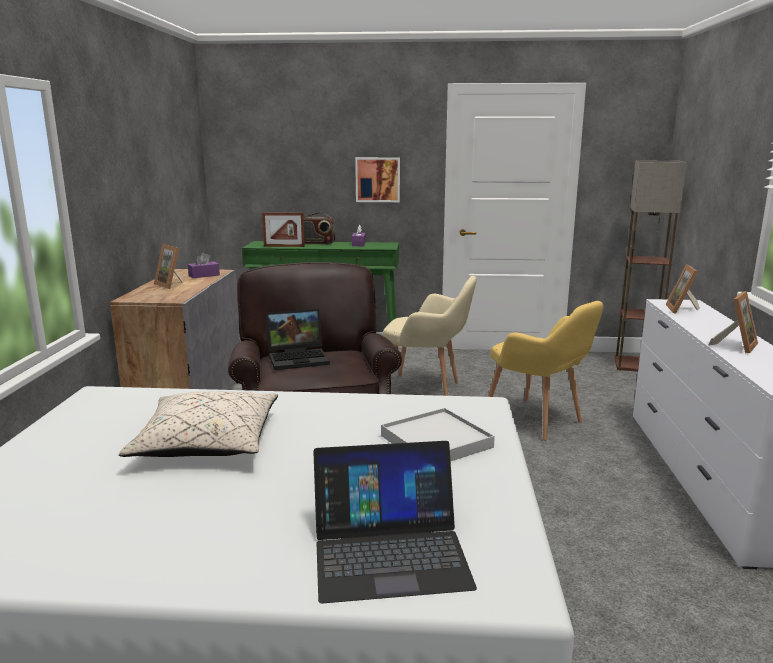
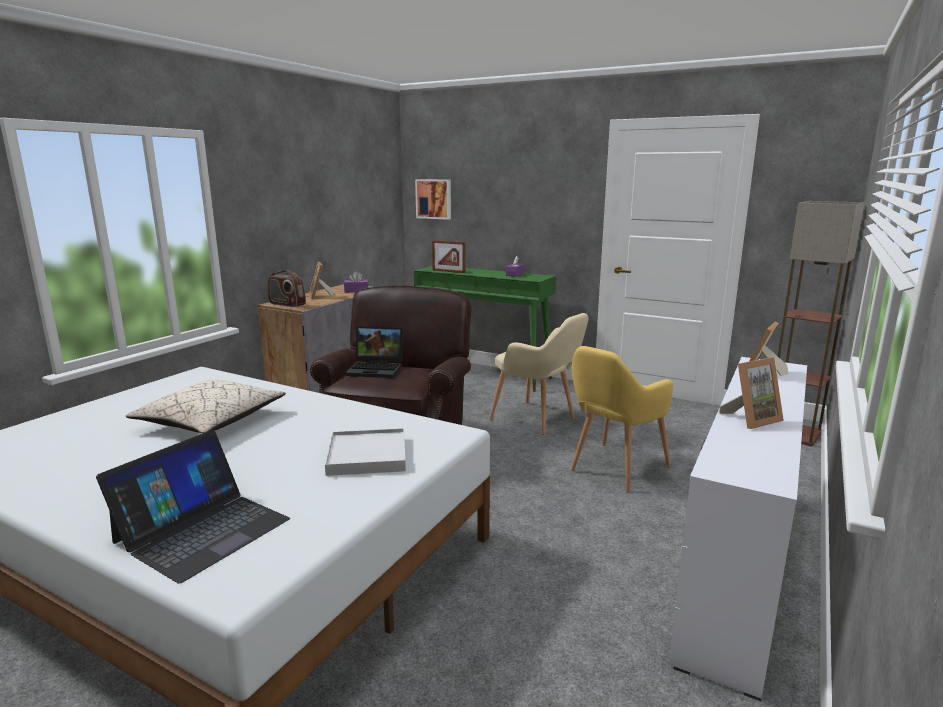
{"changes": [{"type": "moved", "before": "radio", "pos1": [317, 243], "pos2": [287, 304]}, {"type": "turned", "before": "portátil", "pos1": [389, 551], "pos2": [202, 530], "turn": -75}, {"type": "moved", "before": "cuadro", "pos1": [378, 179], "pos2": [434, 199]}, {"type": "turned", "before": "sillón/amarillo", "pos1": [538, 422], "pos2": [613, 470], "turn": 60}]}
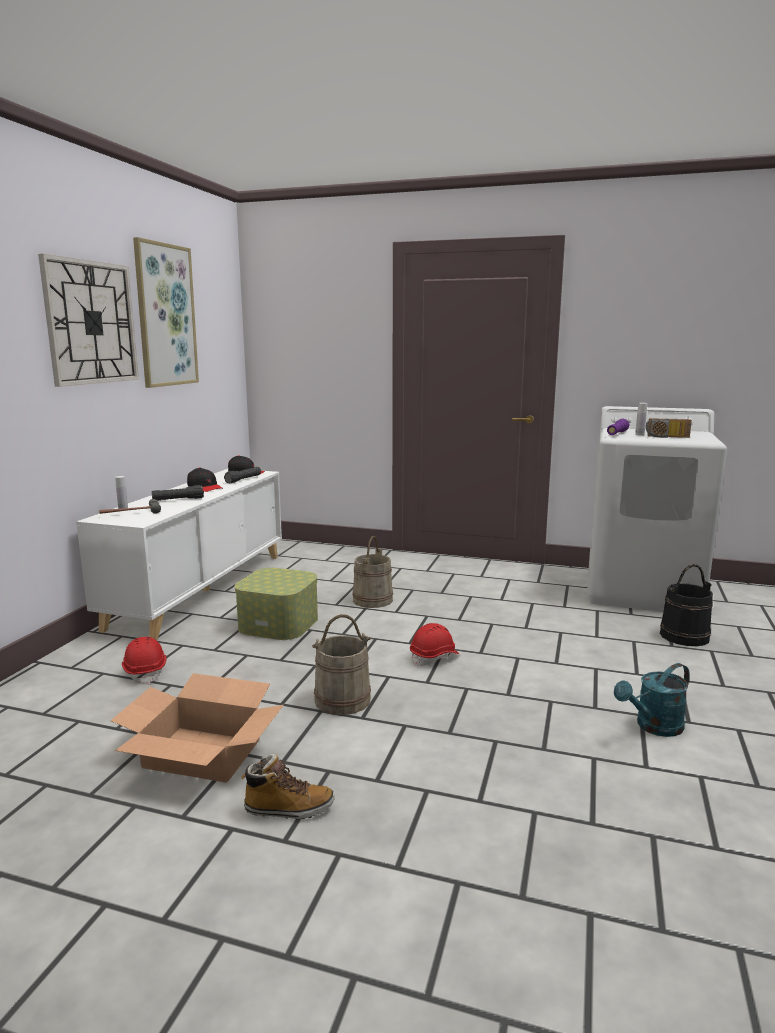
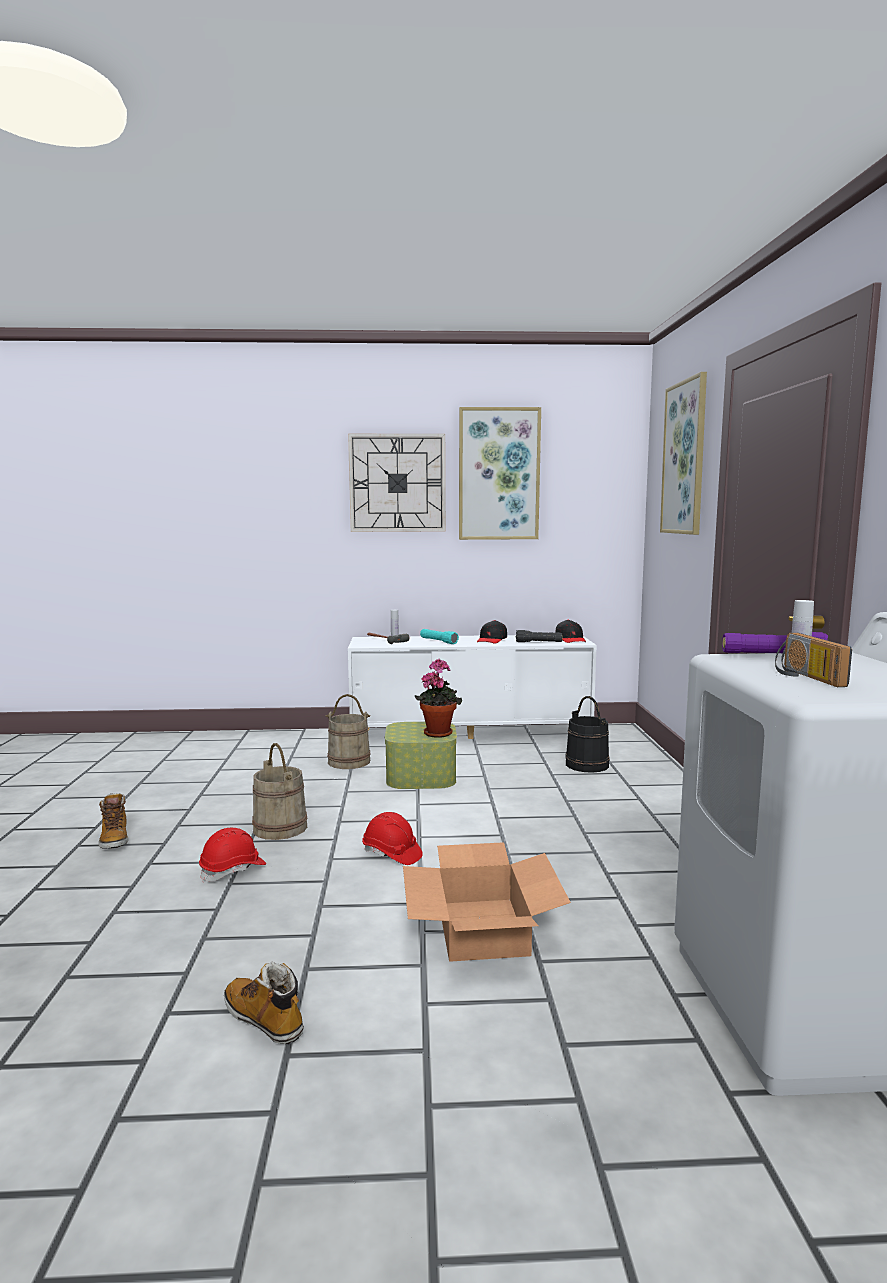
{"changes": [{"type": "moved", "before": "caja de cartón", "pos1": [202, 754], "pos2": [481, 929]}, {"type": "moved", "before": "casco/rojo", "pos1": [146, 671], "pos2": [233, 870]}, {"type": "recoloured", "before": "linterna/negro", "after": "linterna/turquesa", "pos1": [178, 500], "pos2": [438, 641]}, {"type": "moved", "before": "cubo/beis", "pos1": [372, 600], "pos2": [349, 761]}, {"type": "replaced", "before": "regadera/turquesa", "after": "bota", "pos1": [653, 727], "pos2": [264, 1019]}, {"type": "moved", "before": "cubo/negro", "pos1": [684, 636], "pos2": [587, 764]}, {"type": "added", "after": "planta en maceta", "pos2": [438, 732]}, {"type": "added", "after": "cuadro", "pos2": [685, 458]}]}
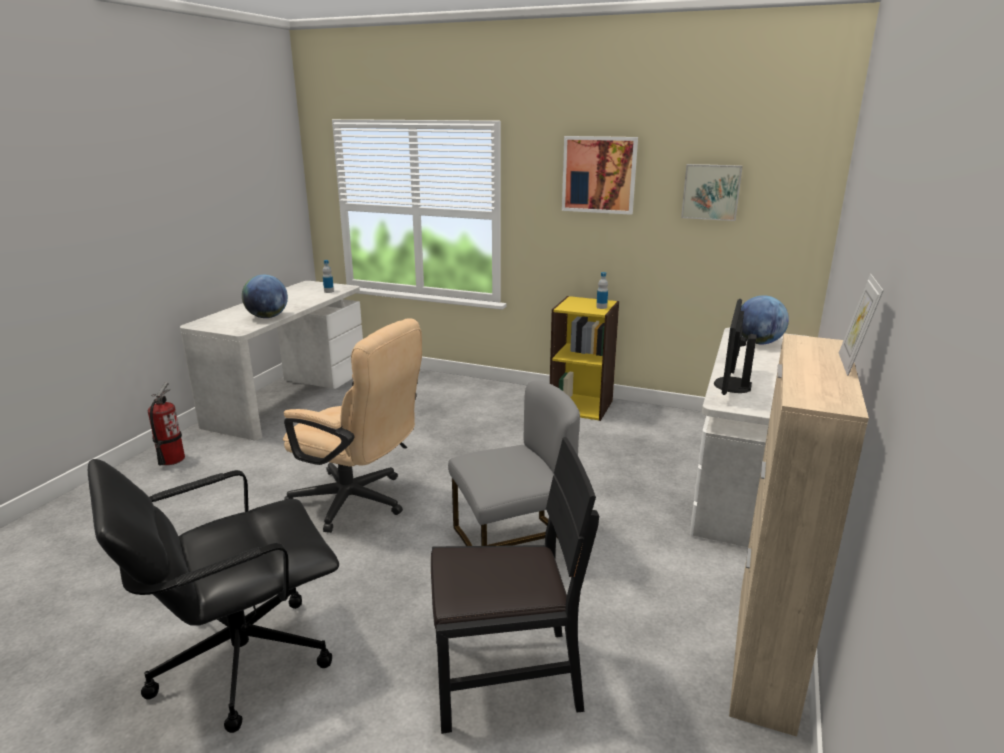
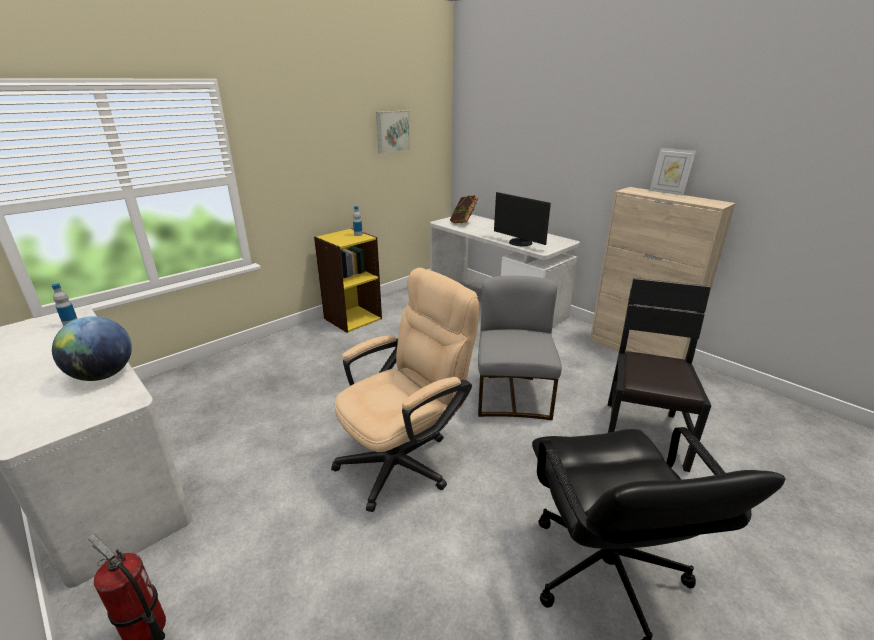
{"changes": [{"type": "removed", "before": "cuadro", "pos1": [599, 174]}, {"type": "replaced", "before": "globo terráqueo", "after": "libro", "pos1": [758, 343], "pos2": [463, 223]}]}
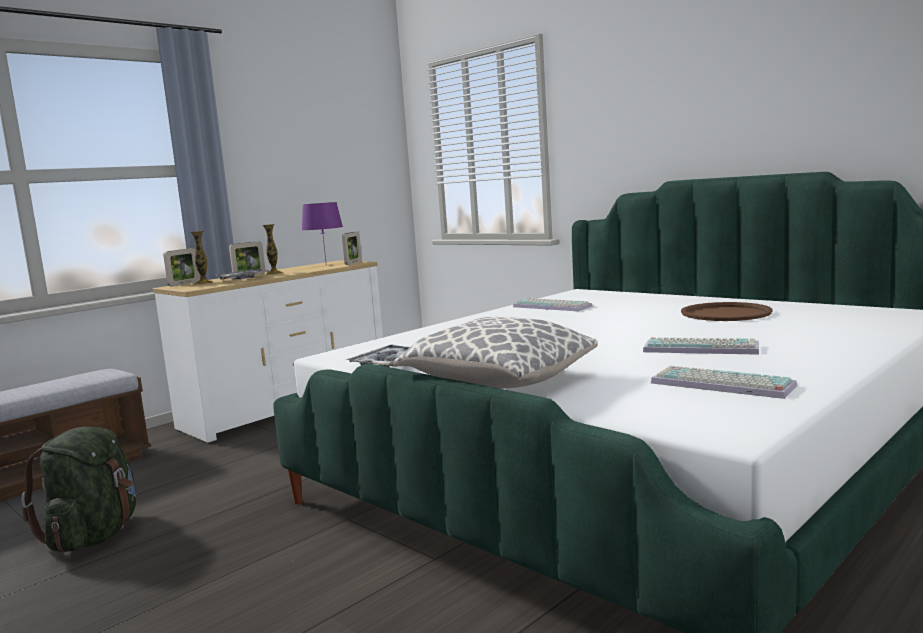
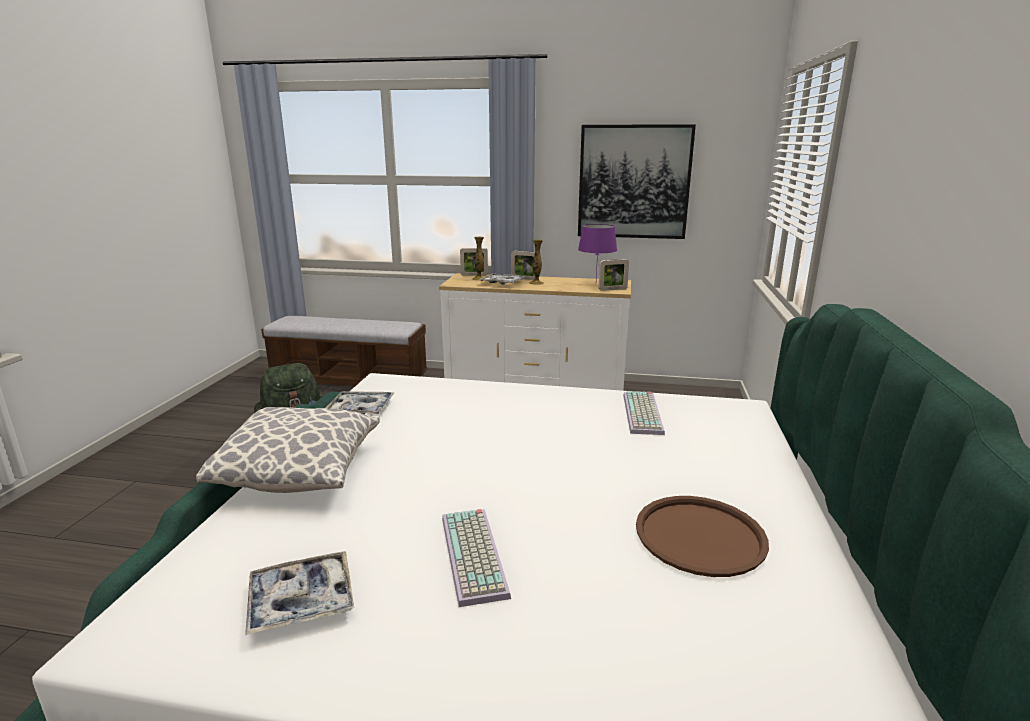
{"changes": [{"type": "replaced", "before": "teclado", "after": "bandeja", "pos1": [719, 385], "pos2": [301, 601]}, {"type": "added", "after": "cuadro", "pos2": [634, 182]}]}
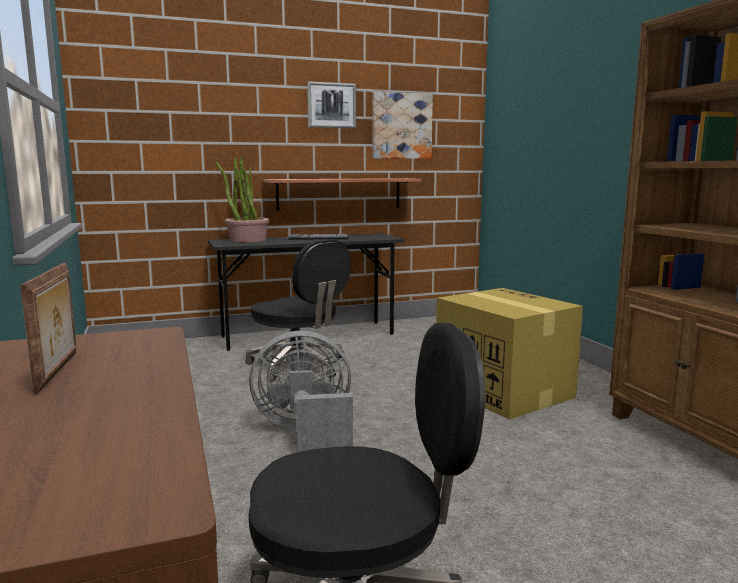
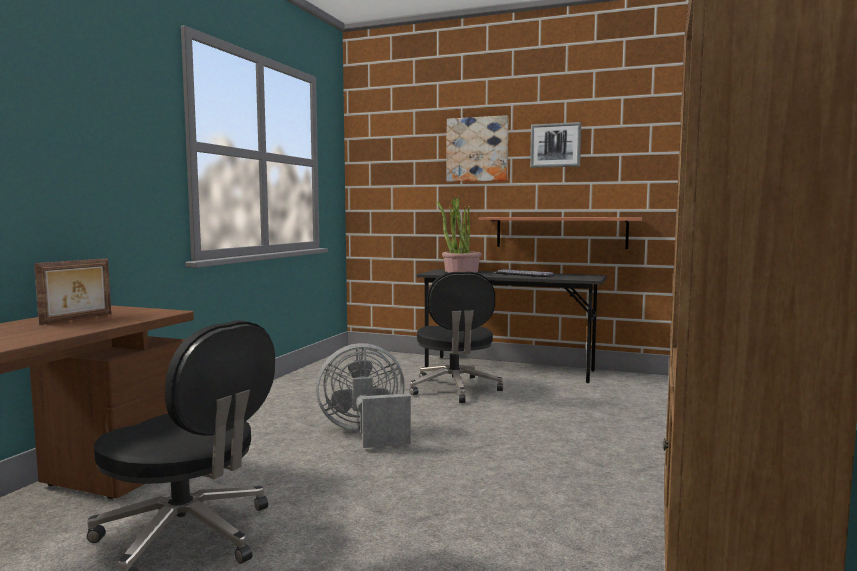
{"changes": [{"type": "turned", "before": "ventilador/gris", "pos1": [306, 432], "pos2": [366, 433], "turn": -45}, {"type": "moved", "before": "cuadro", "pos1": [401, 126], "pos2": [477, 149]}, {"type": "removed", "before": "caja de cartón", "pos1": [501, 390]}]}
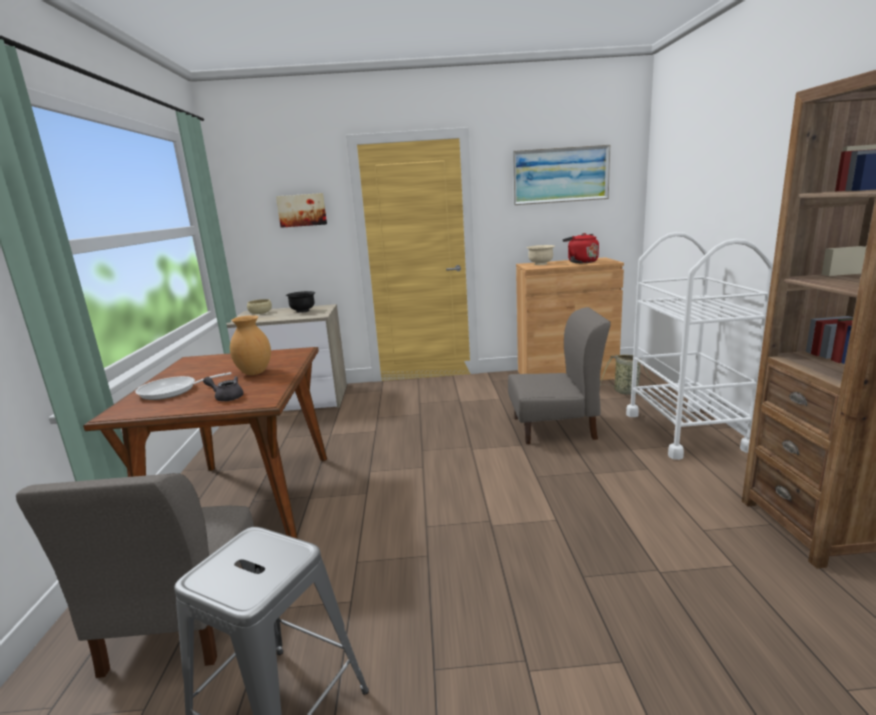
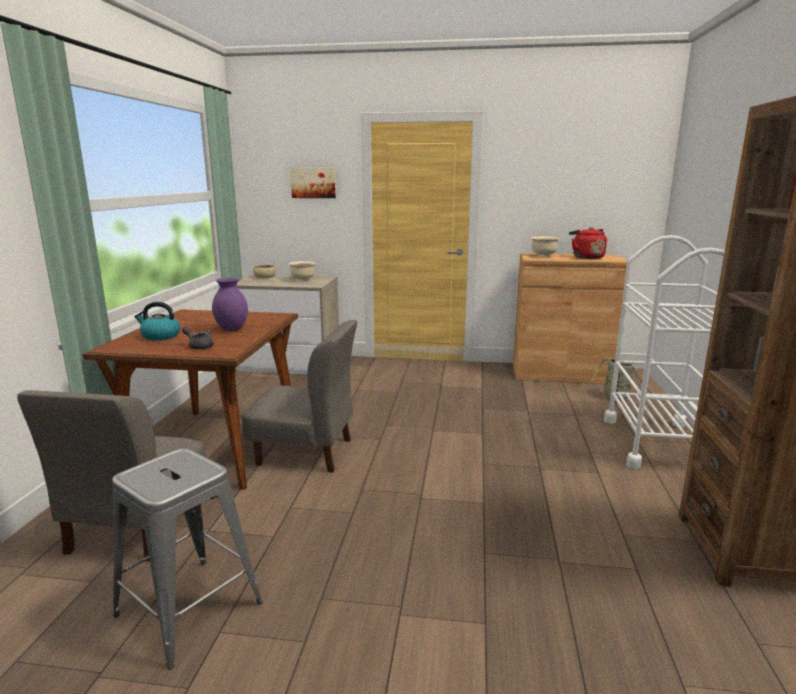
{"changes": [{"type": "replaced", "before": "sartén", "after": "hervidor", "pos1": [173, 391], "pos2": [160, 336]}, {"type": "recoloured", "before": "florero/marrón", "after": "florero/morado", "pos1": [254, 373], "pos2": [231, 329]}, {"type": "recoloured", "before": "cuenco/negro", "after": "cuenco/beis", "pos1": [303, 311], "pos2": [303, 280]}, {"type": "moved", "before": "silla/gris", "pos1": [554, 428], "pos2": [306, 452]}, {"type": "removed", "before": "cuadro", "pos1": [560, 175]}]}
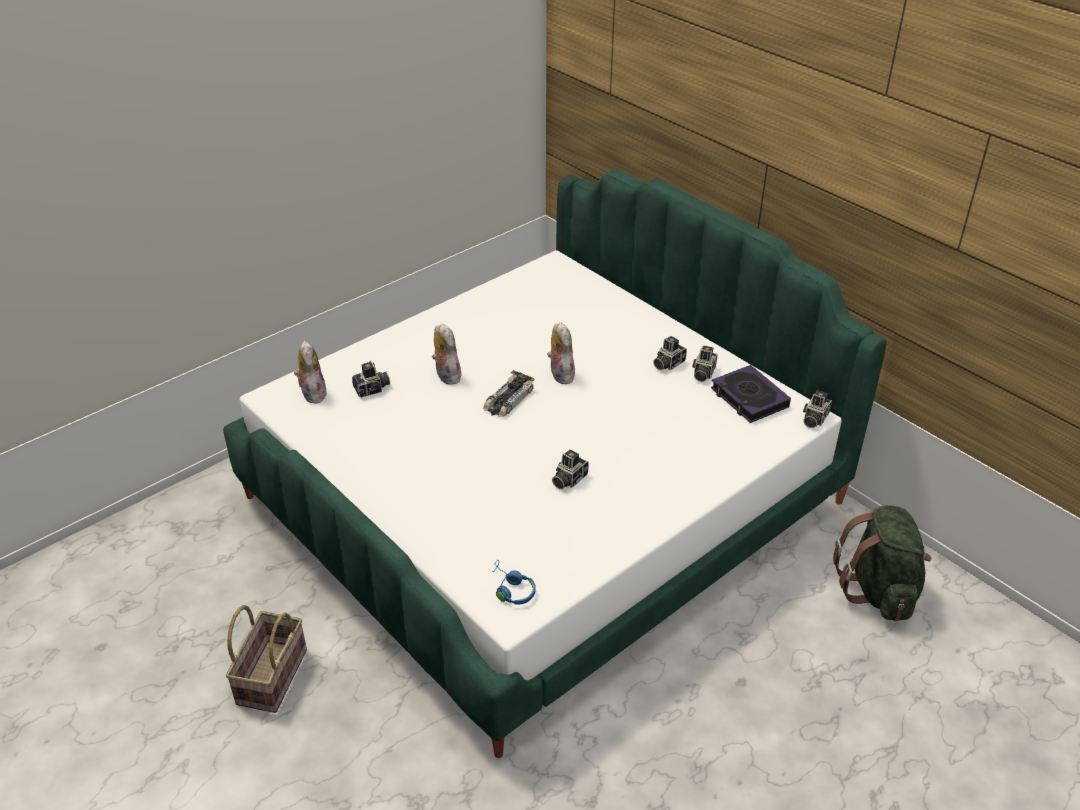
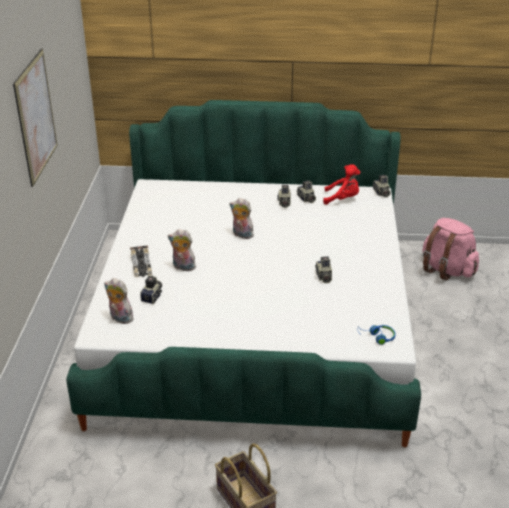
{"changes": [{"type": "moved", "before": "coche de juguete", "pos1": [508, 400], "pos2": [141, 265]}, {"type": "replaced", "before": "libro", "after": "peluche/rojo", "pos1": [749, 398], "pos2": [342, 199]}, {"type": "recoloured", "before": "mochila/verde", "after": "mochila/rosa", "pos1": [878, 590], "pos2": [446, 270]}, {"type": "added", "after": "cuadro", "pos2": [36, 117]}]}
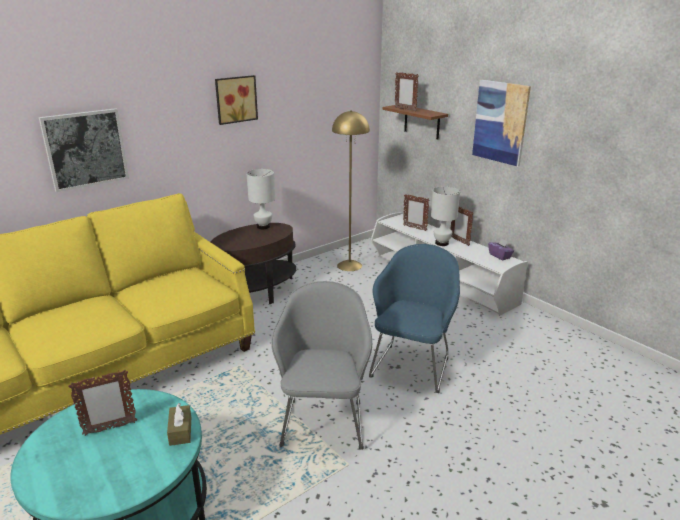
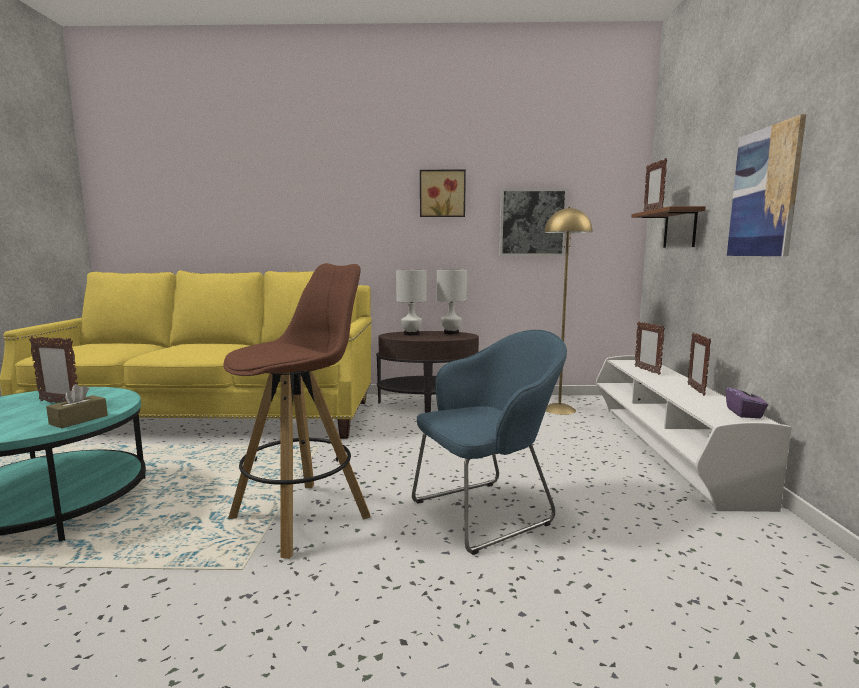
{"changes": [{"type": "moved", "before": "cuadro", "pos1": [85, 149], "pos2": [532, 222]}, {"type": "replaced", "before": "sillón/gris", "after": "taburete/marrón", "pos1": [324, 419], "pos2": [302, 516]}, {"type": "moved", "before": "lámpara de mesa/blanco", "pos1": [441, 243], "pos2": [411, 334]}]}
